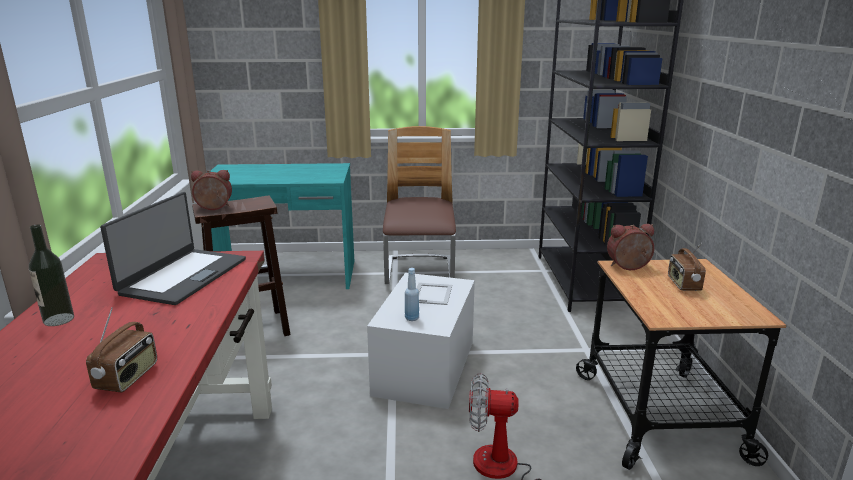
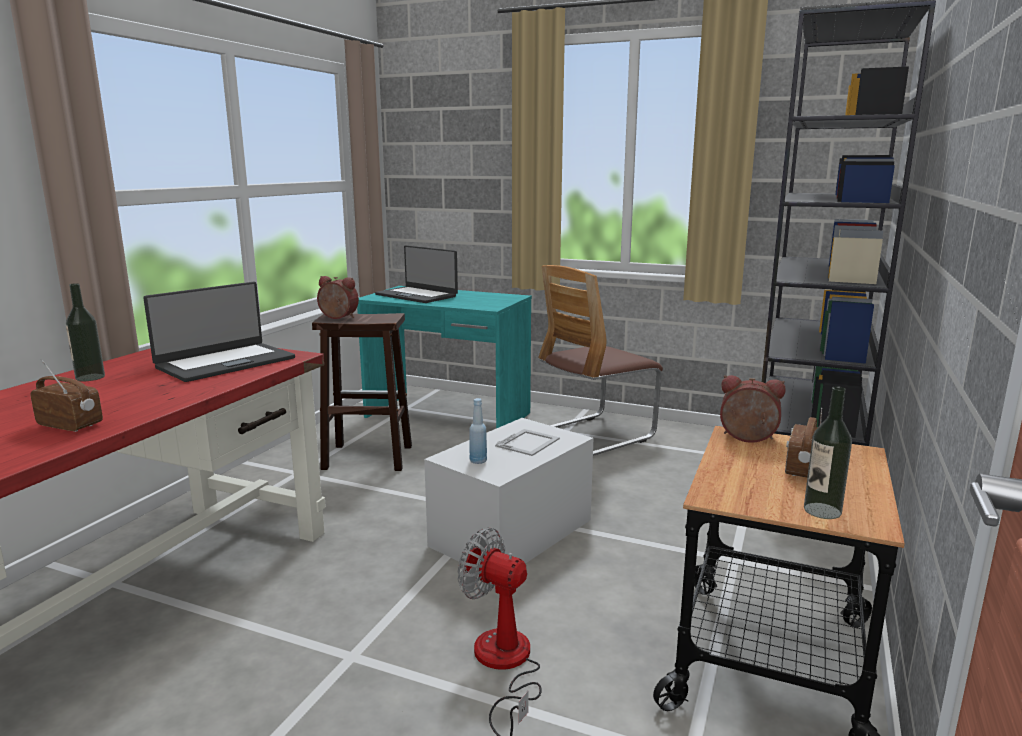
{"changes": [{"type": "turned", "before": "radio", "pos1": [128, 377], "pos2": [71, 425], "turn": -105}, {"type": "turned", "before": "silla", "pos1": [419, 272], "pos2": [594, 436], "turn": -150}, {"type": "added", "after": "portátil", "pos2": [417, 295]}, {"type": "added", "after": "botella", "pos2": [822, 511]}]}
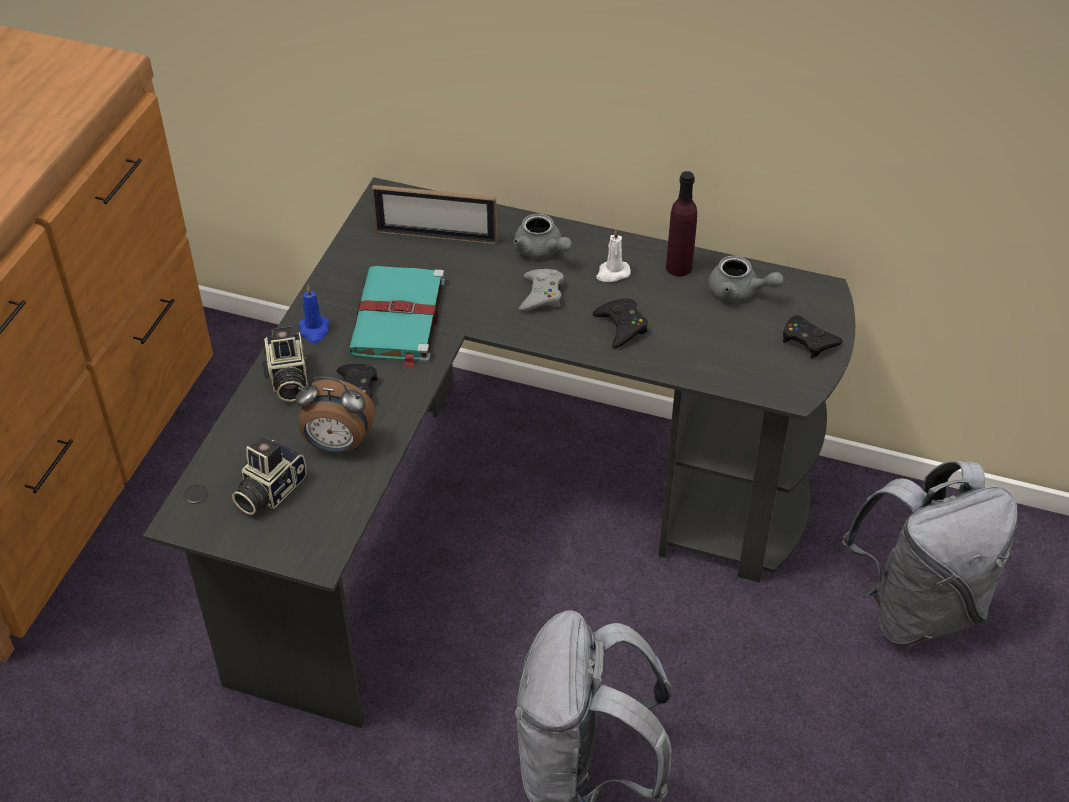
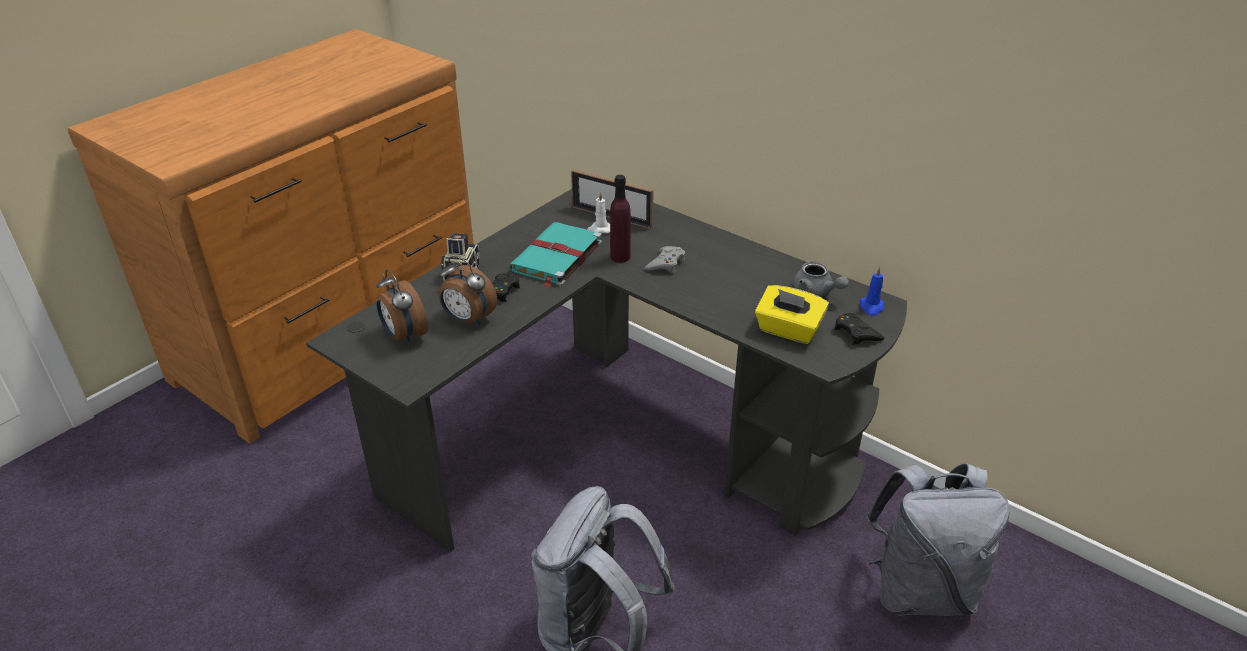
{"changes": [{"type": "replaced", "before": "cámara", "after": "despertador", "pos1": [268, 490], "pos2": [404, 336]}, {"type": "moved", "before": "vela/azul", "pos1": [314, 330], "pos2": [871, 307]}, {"type": "removed", "before": "tetera/gris", "pos1": [541, 250]}, {"type": "removed", "before": "mando de consola/negro", "pos1": [621, 326]}, {"type": "moved", "before": "vela/blanco", "pos1": [612, 273], "pos2": [599, 229]}, {"type": "moved", "before": "botella/morado", "pos1": [679, 267], "pos2": [620, 257]}, {"type": "added", "after": "caja de pañuelos/amarillo", "pos2": [788, 330]}]}
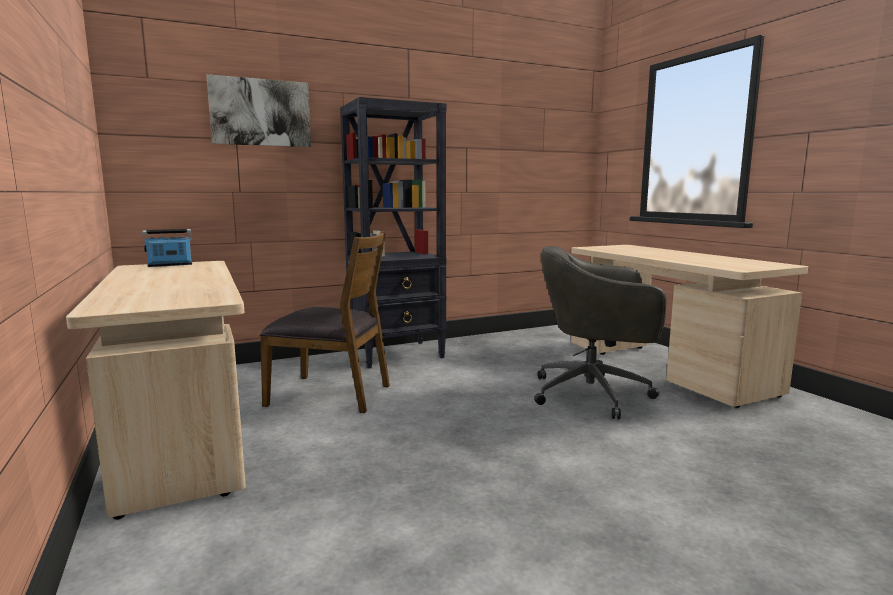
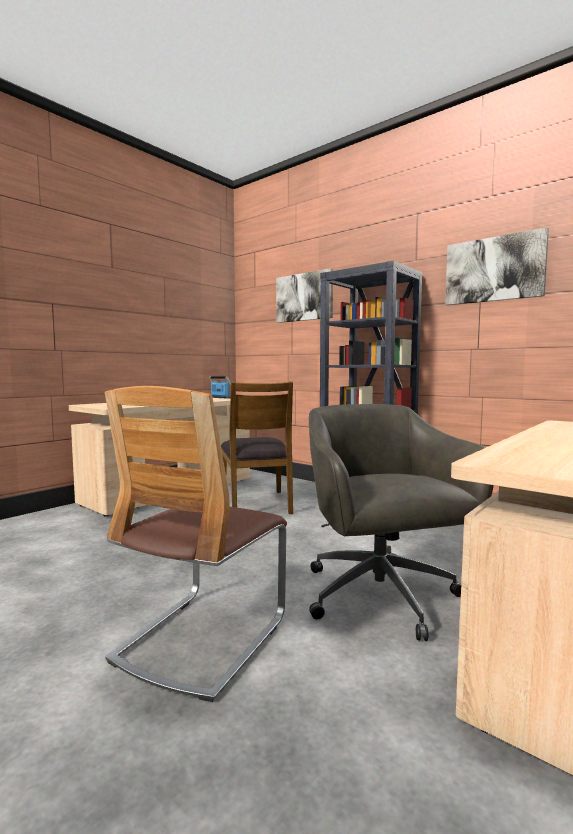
{"changes": [{"type": "added", "after": "silla", "pos2": [202, 639]}, {"type": "added", "after": "cuadro", "pos2": [494, 269]}]}
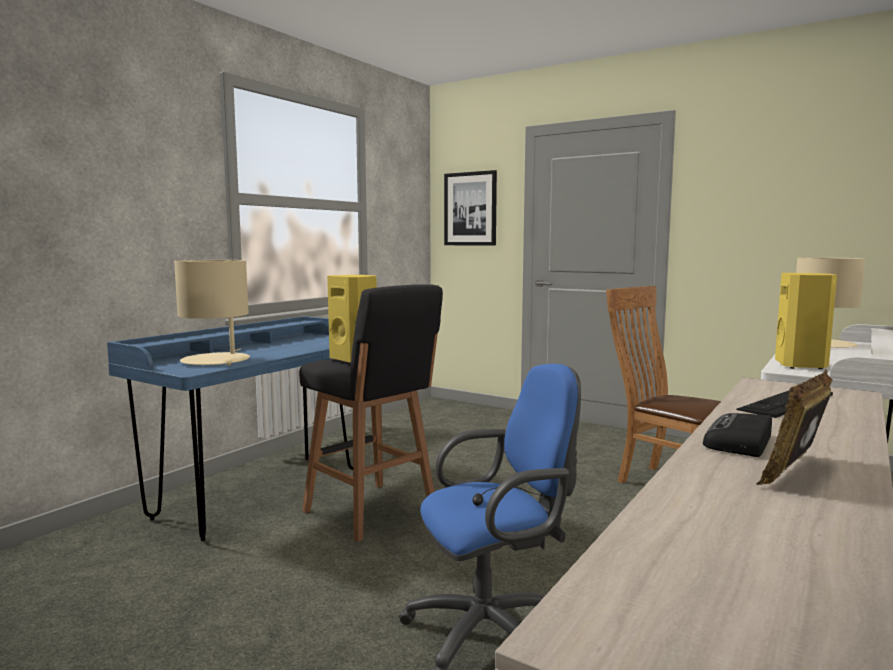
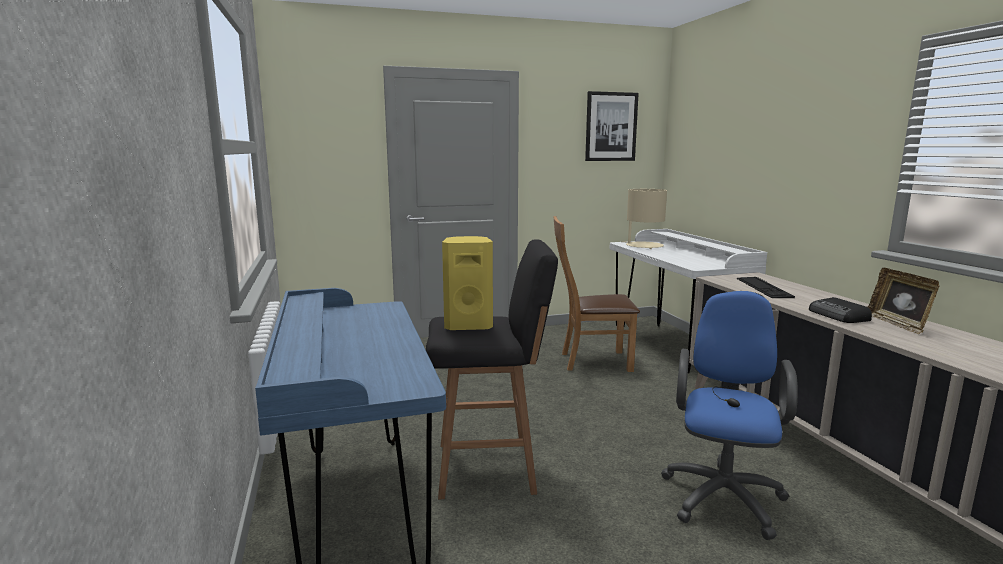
{"changes": [{"type": "removed", "before": "lámpara de mesa/beis", "pos1": [216, 361]}, {"type": "moved", "before": "cuadro", "pos1": [470, 209], "pos2": [611, 127]}, {"type": "removed", "before": "altavoz/amarillo", "pos1": [801, 365]}]}
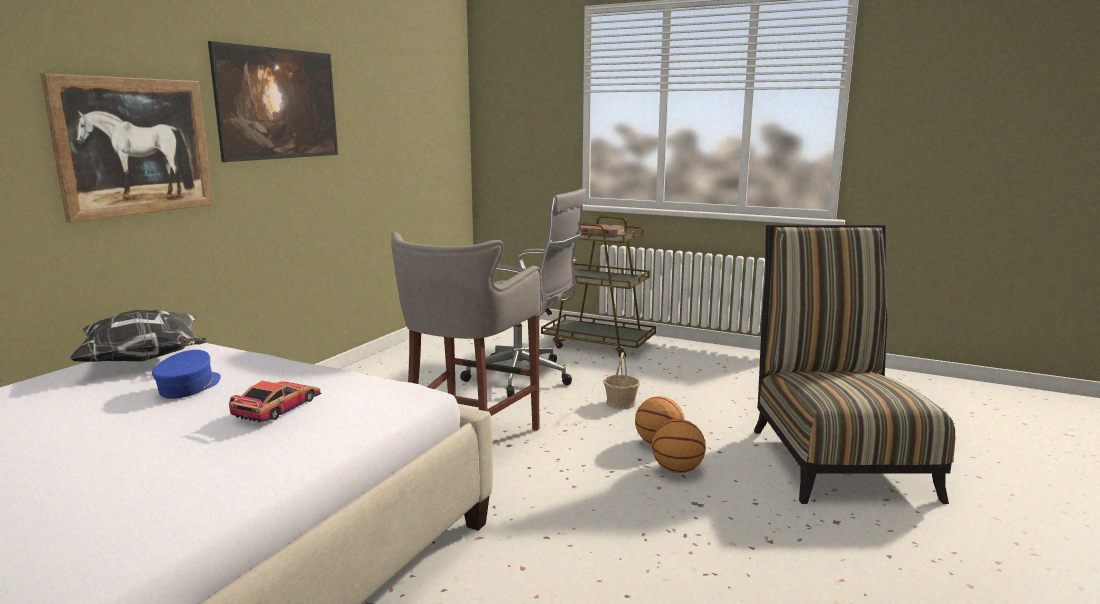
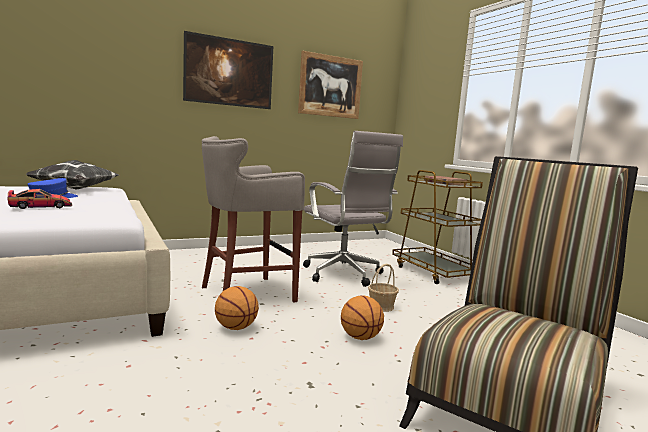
{"changes": [{"type": "moved", "before": "cuadro", "pos1": [135, 146], "pos2": [330, 86]}, {"type": "moved", "before": "balón de baloncesto", "pos1": [677, 469], "pos2": [236, 328]}]}
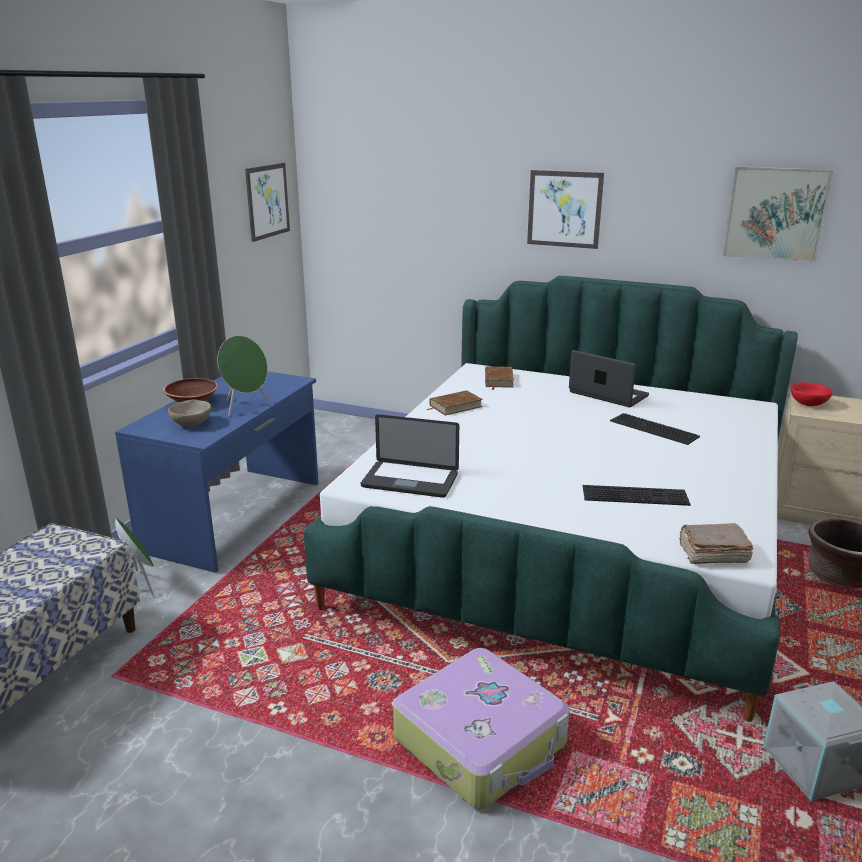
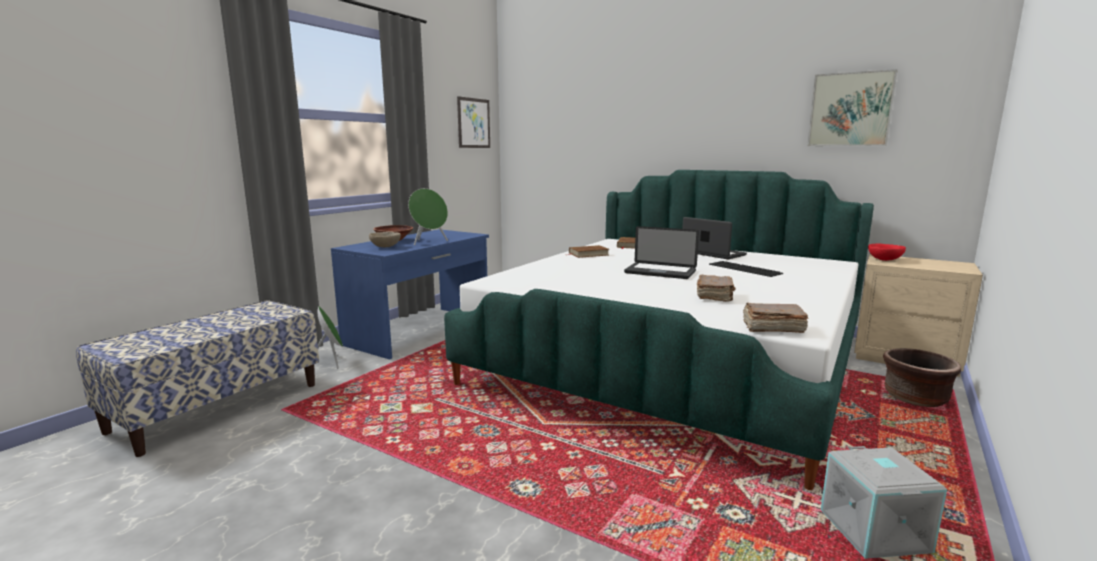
{"changes": [{"type": "moved", "before": "portátil", "pos1": [410, 481], "pos2": [660, 272]}, {"type": "removed", "before": "maleta", "pos1": [482, 741]}, {"type": "removed", "before": "cuadro", "pos1": [564, 209]}, {"type": "replaced", "before": "teclado", "after": "libro/marrón", "pos1": [635, 494], "pos2": [715, 296]}]}
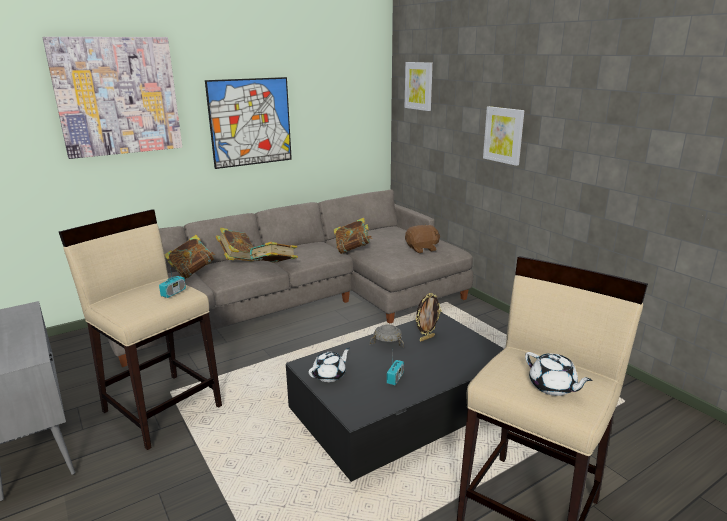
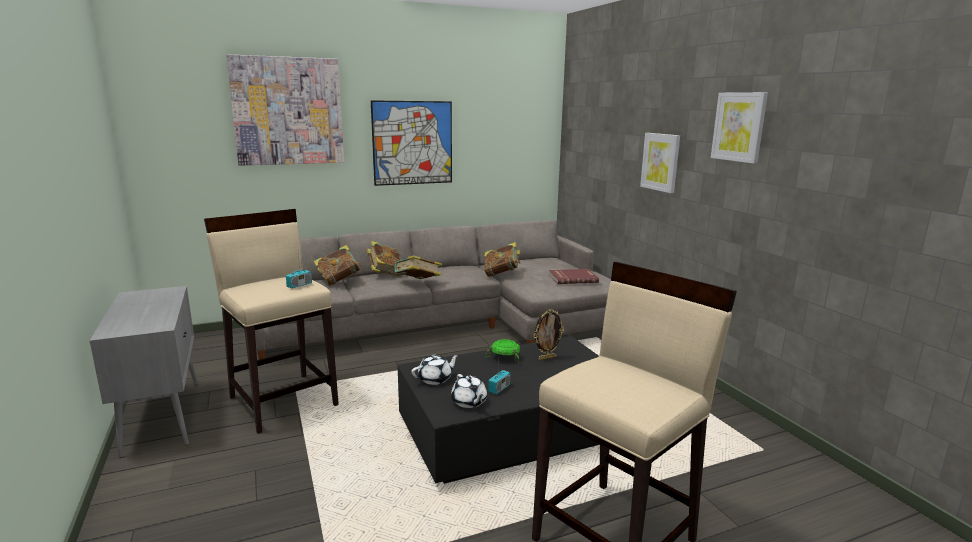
{"changes": [{"type": "recoloured", "before": "cuenco/gris", "after": "cuenco/verde", "pos1": [388, 343], "pos2": [505, 358]}, {"type": "moved", "before": "cuadro", "pos1": [419, 86], "pos2": [739, 127]}, {"type": "replaced", "before": "peluche/marrón", "after": "libro/rojo", "pos1": [422, 249], "pos2": [573, 278]}, {"type": "moved", "before": "tetera/blanco", "pos1": [553, 387], "pos2": [469, 402]}]}
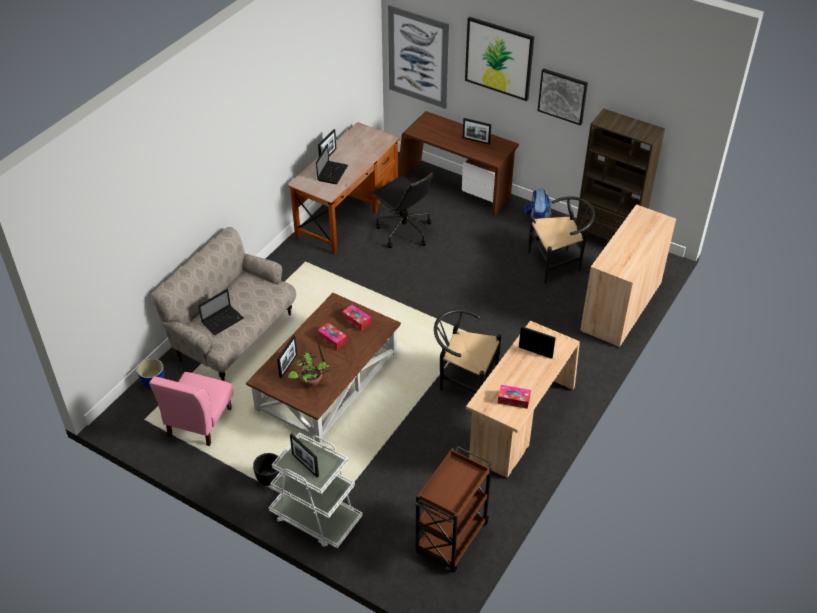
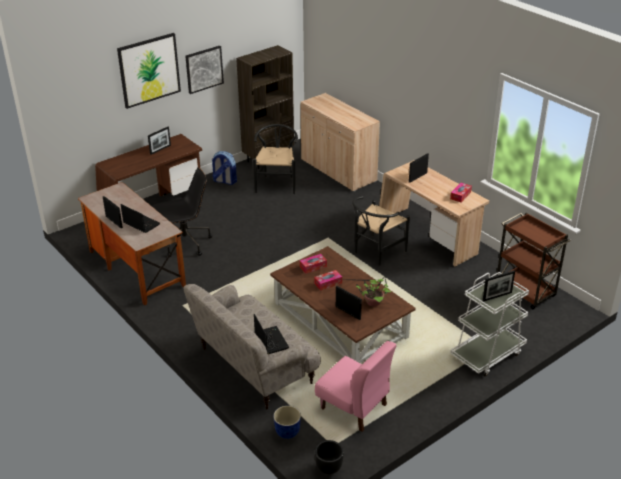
{"changes": [{"type": "moved", "before": "maceta/negro", "pos1": [269, 479], "pos2": [329, 469]}, {"type": "removed", "before": "cuadro", "pos1": [418, 57]}]}
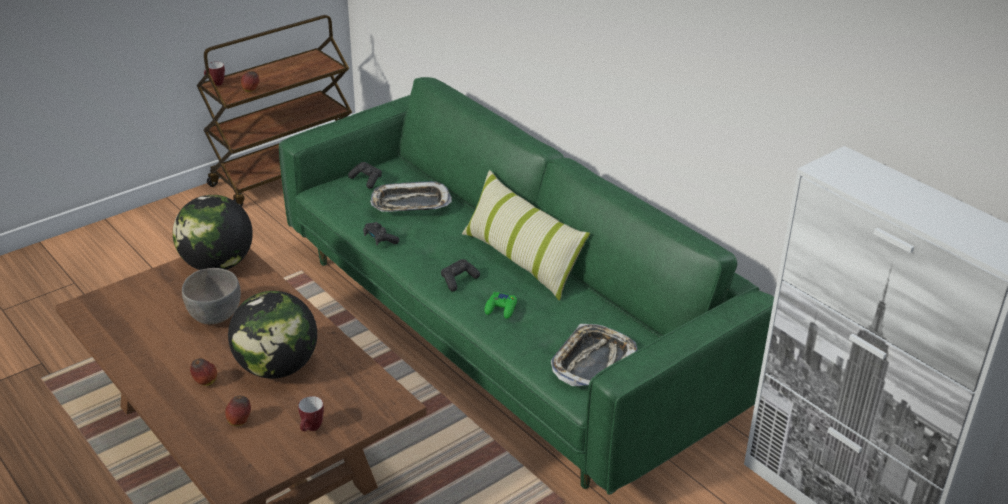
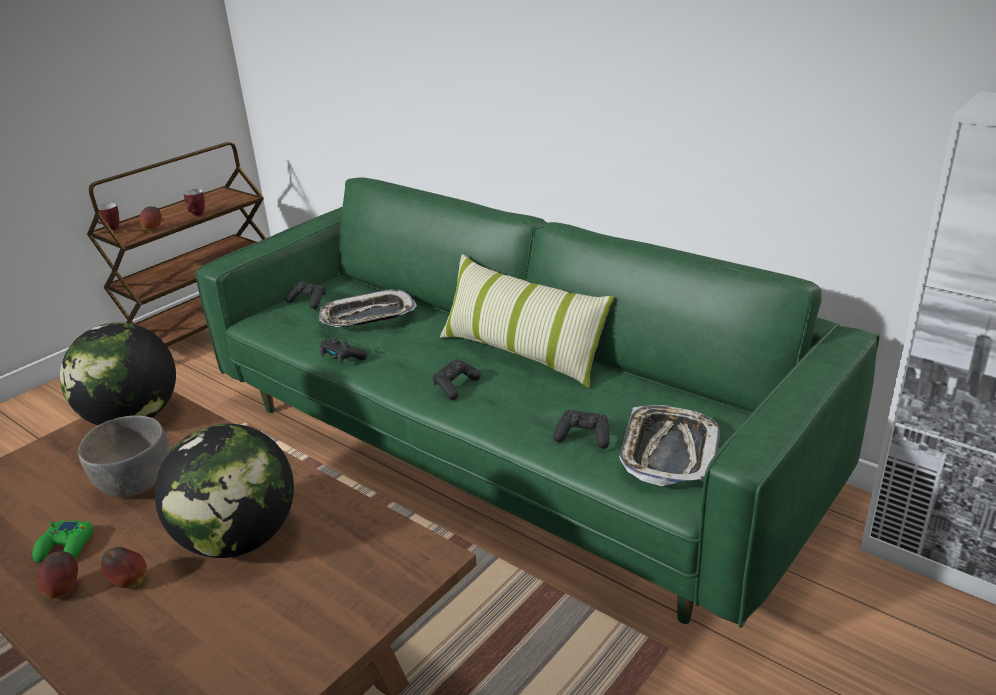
{"changes": [{"type": "moved", "before": "manzana", "pos1": [240, 422], "pos2": [64, 591]}, {"type": "moved", "before": "taza grande", "pos1": [311, 429], "pos2": [197, 215]}, {"type": "moved", "before": "mando de consola/verde", "pos1": [501, 309], "pos2": [66, 547]}, {"type": "added", "after": "mando de consola/negro", "pos2": [583, 437]}]}
